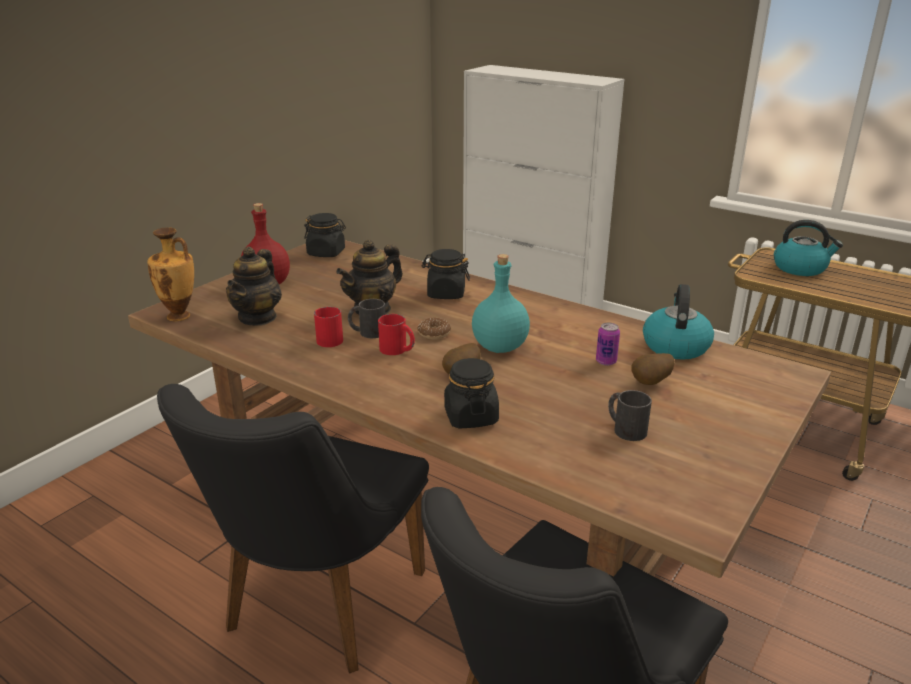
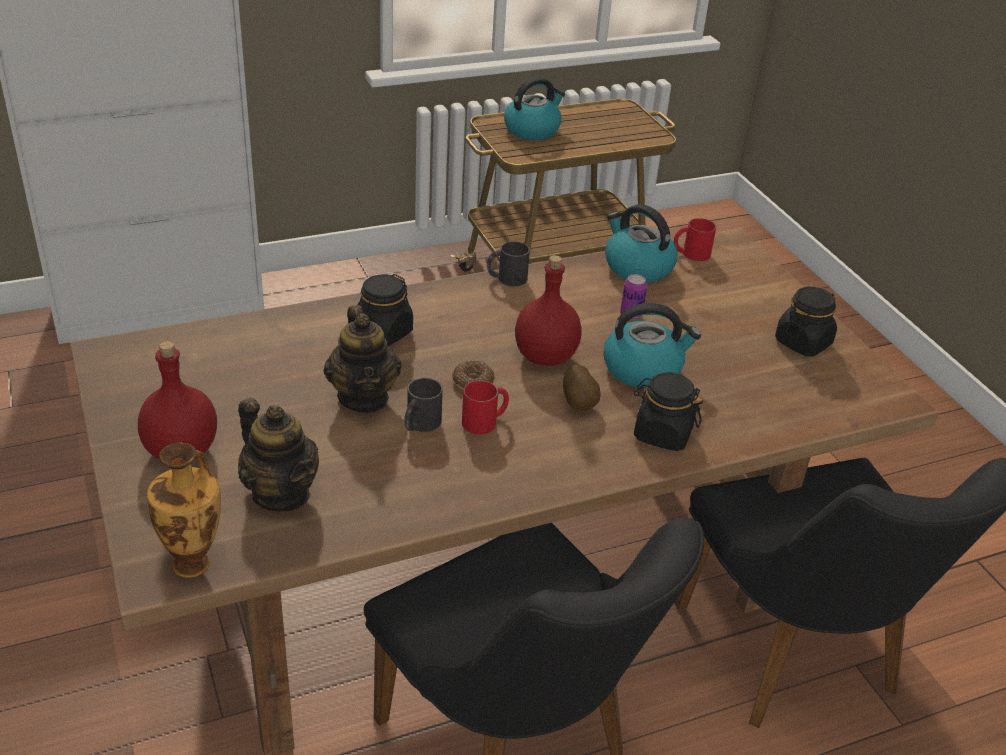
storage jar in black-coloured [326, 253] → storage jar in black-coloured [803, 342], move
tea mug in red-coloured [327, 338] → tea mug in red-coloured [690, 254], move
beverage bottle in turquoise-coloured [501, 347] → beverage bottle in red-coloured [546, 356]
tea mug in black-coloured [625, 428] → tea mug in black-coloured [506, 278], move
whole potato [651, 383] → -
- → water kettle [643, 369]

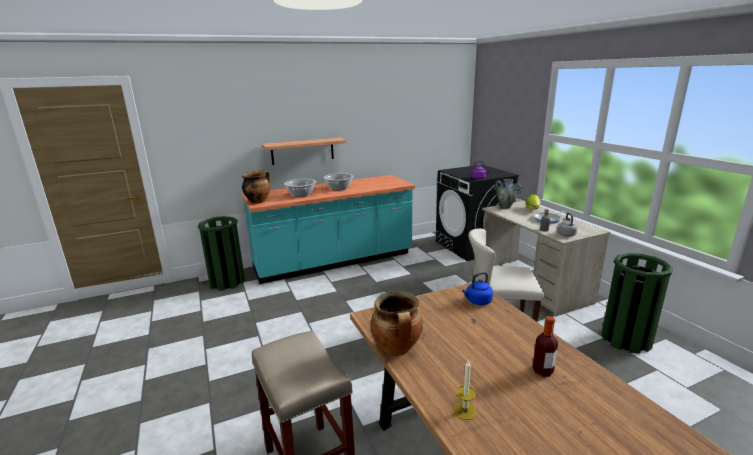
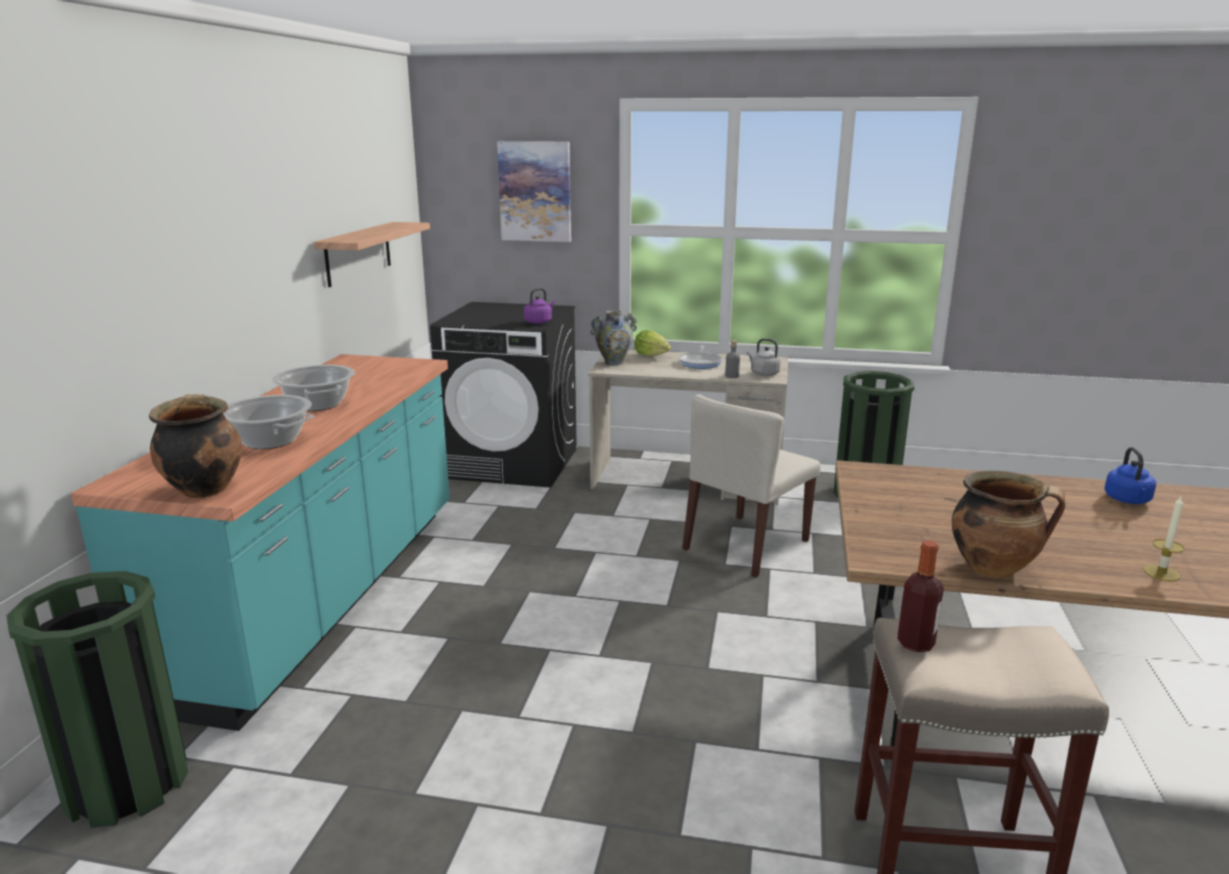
bracket shelf [302, 151] → bracket shelf [358, 253], move
water kettle in blue-coloured [477, 301] → water kettle in blue-coloured [1128, 500], move
beverage bottle [542, 371] → beverage bottle [915, 643], move
- → wall art [535, 191]

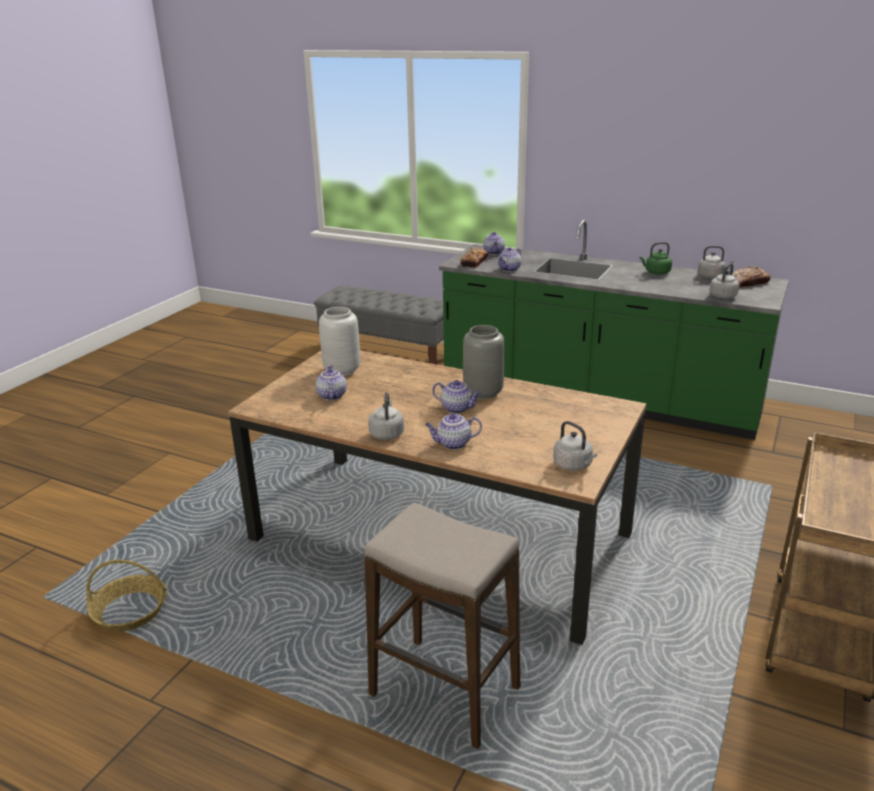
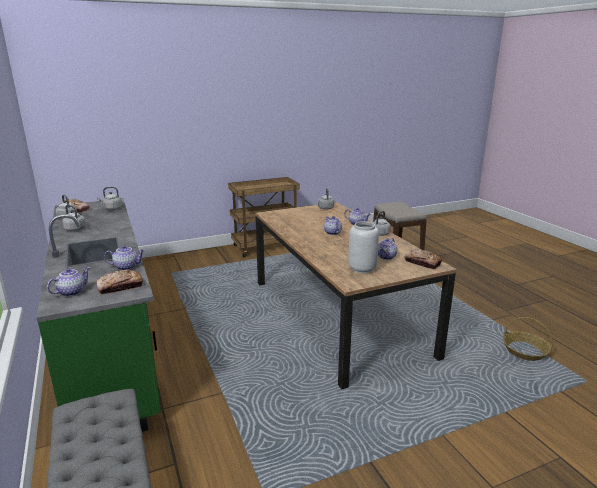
flower vase in greyish [484, 392] → -
water kettle in greenish [656, 272] → water kettle in greyish [76, 229]
- → baked bread [422, 263]

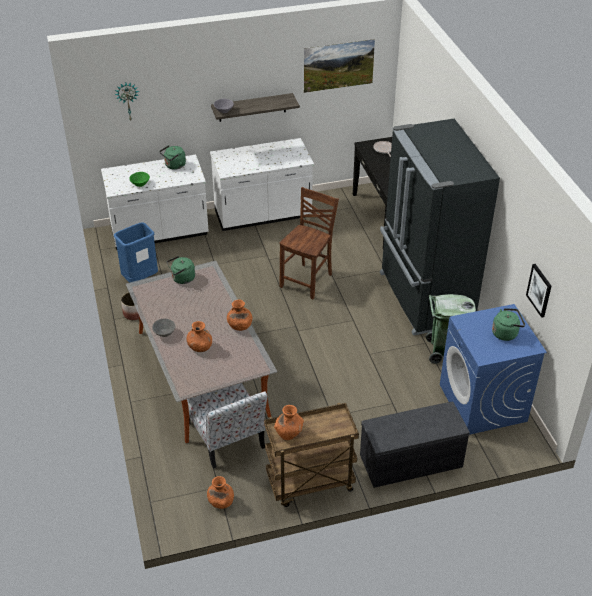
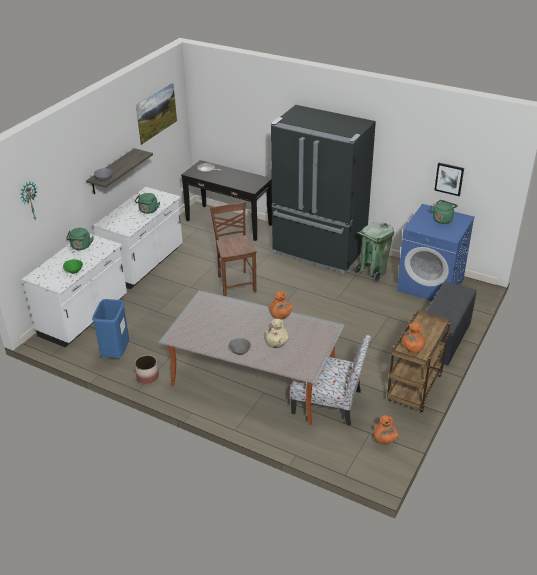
water kettle in greenish [182, 279] → water kettle in greenish [148, 211], move
flower vase in orange-coloured [200, 347] → flower vase in beige-coloured [277, 343]

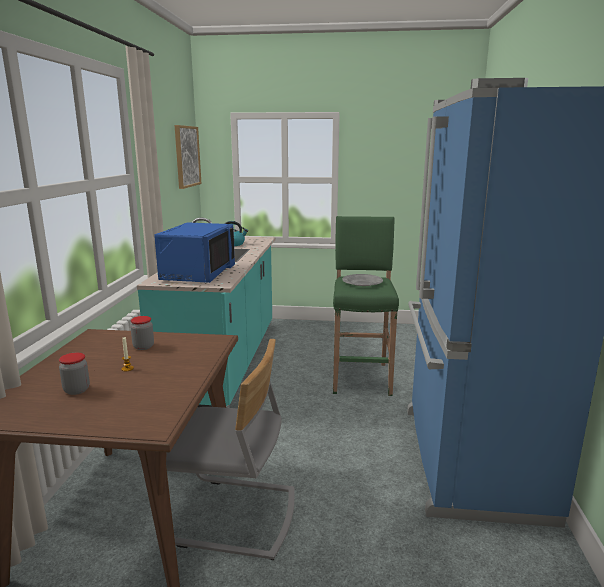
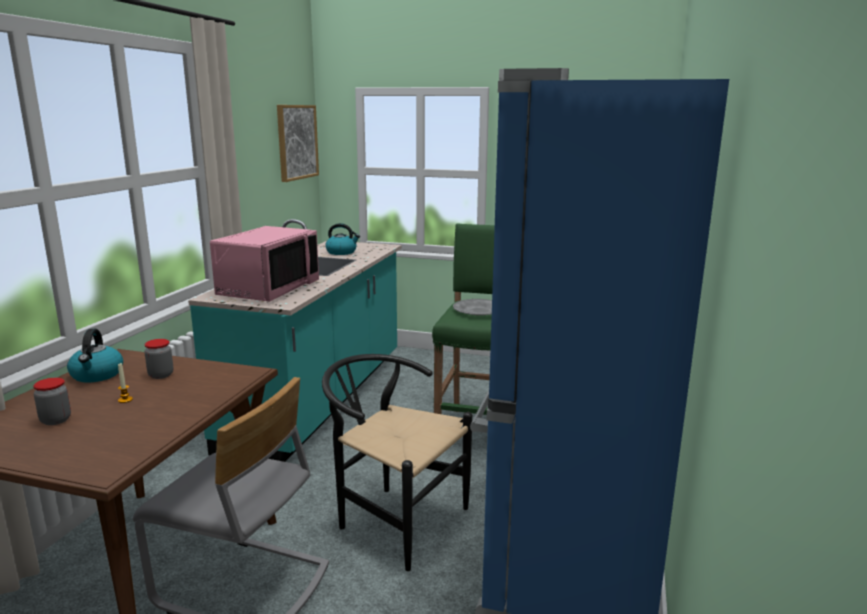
kitchen microwave in blue-coloured [197, 274] → kitchen microwave in pink [268, 289]
- → water kettle [97, 375]
- → plain chair in black-coloured [393, 519]

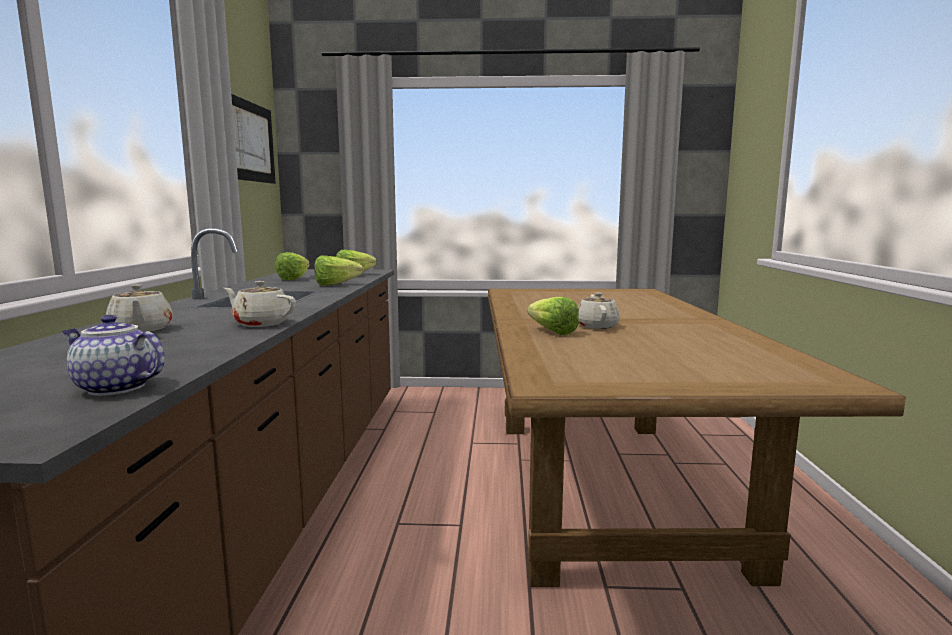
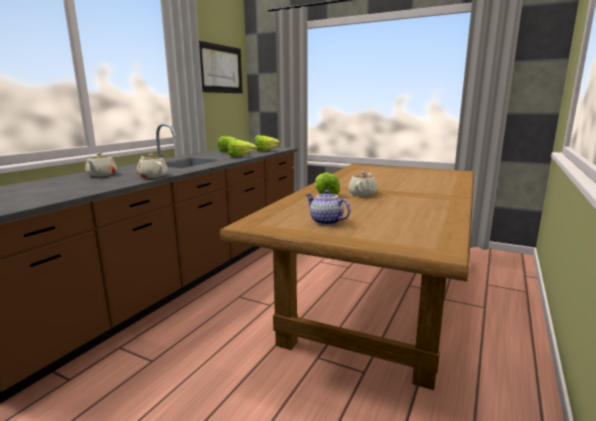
pot for tea [114, 388] → pot for tea [325, 222], move

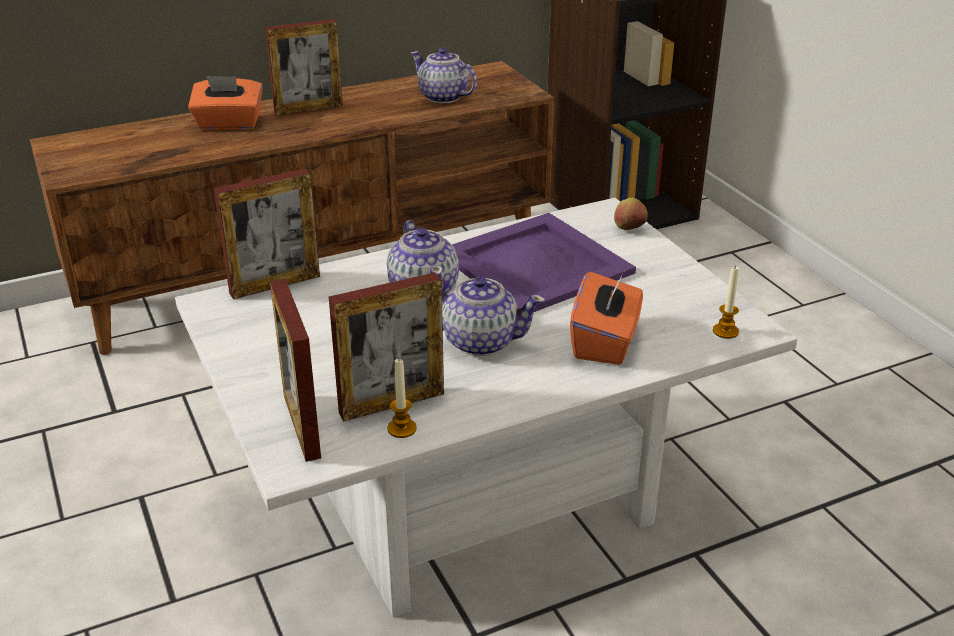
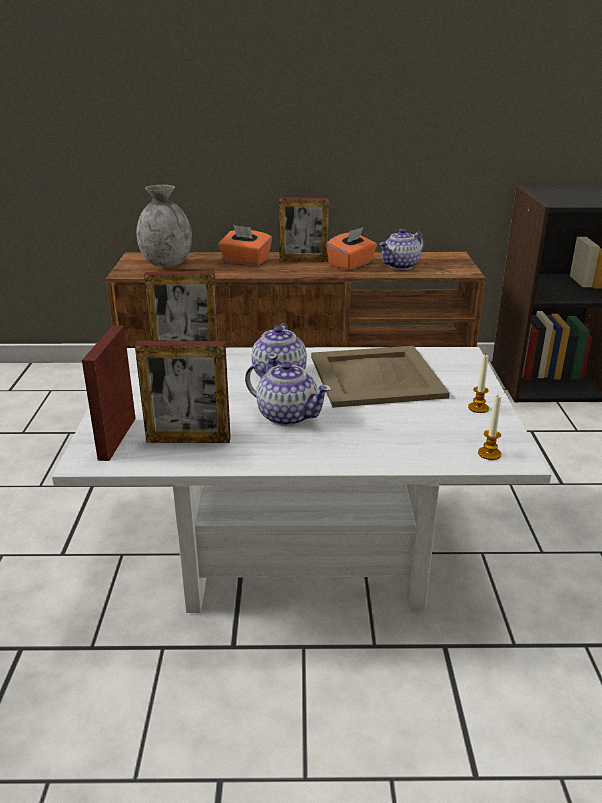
candle [402, 429] → candle [478, 408], move
pot for tea [442, 97] → pot for tea [401, 266], 105 degrees counterclockwise
serving tray in purplish [536, 263] → serving tray in beige-coloured [376, 376]
box of tissues in orange-coloured [605, 342] → box of tissues in orange-coloured [351, 264], move
apple fruit [629, 229] → -
- → flower vase in greyish [167, 263]

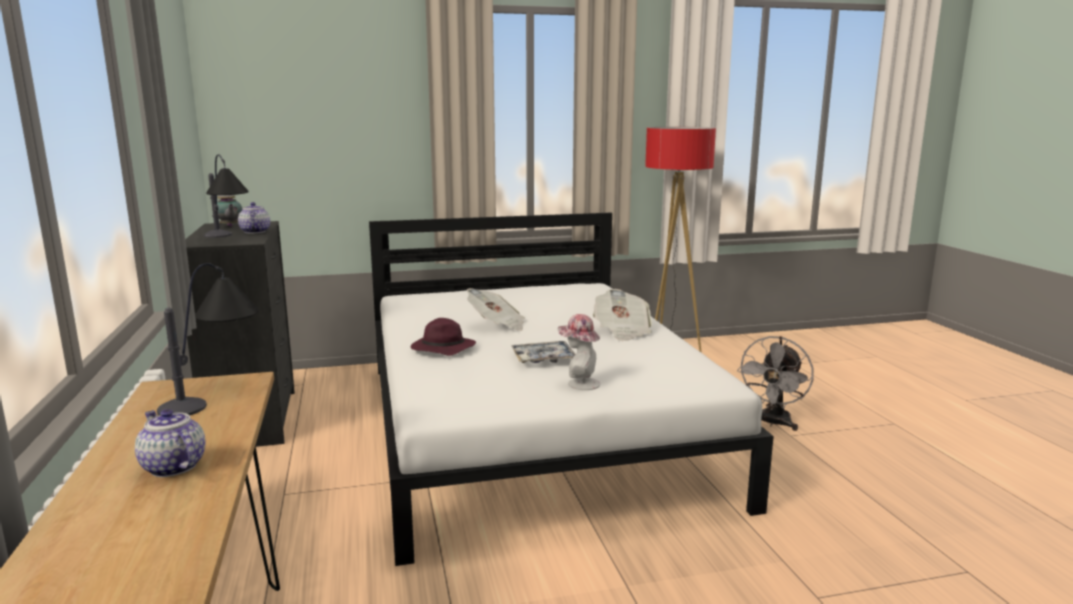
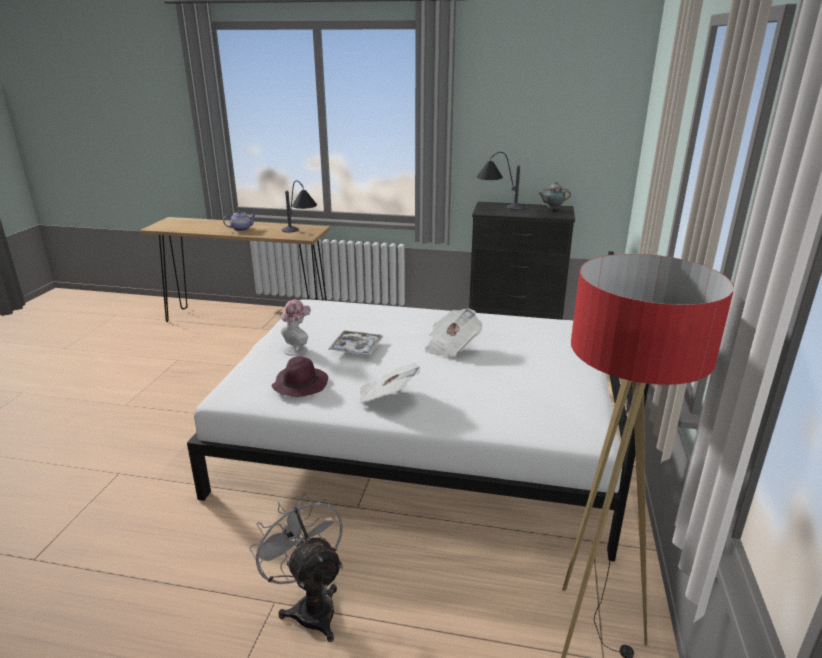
pot for tea [255, 231] → -
wearable hat in purplish [442, 349] → wearable hat in purplish [300, 384], move

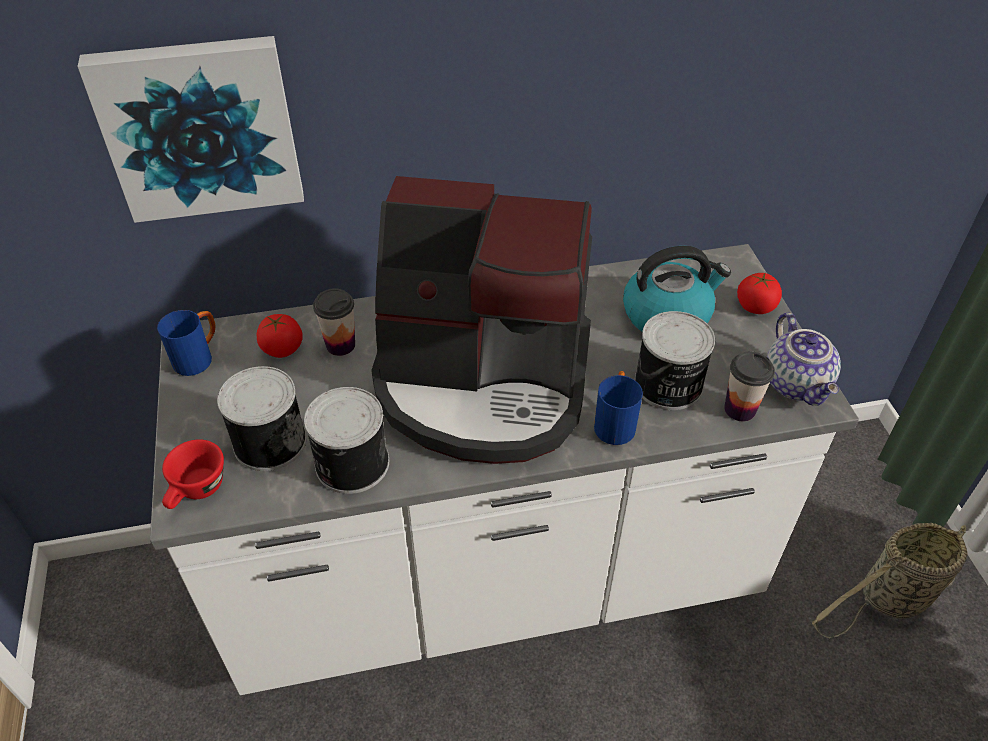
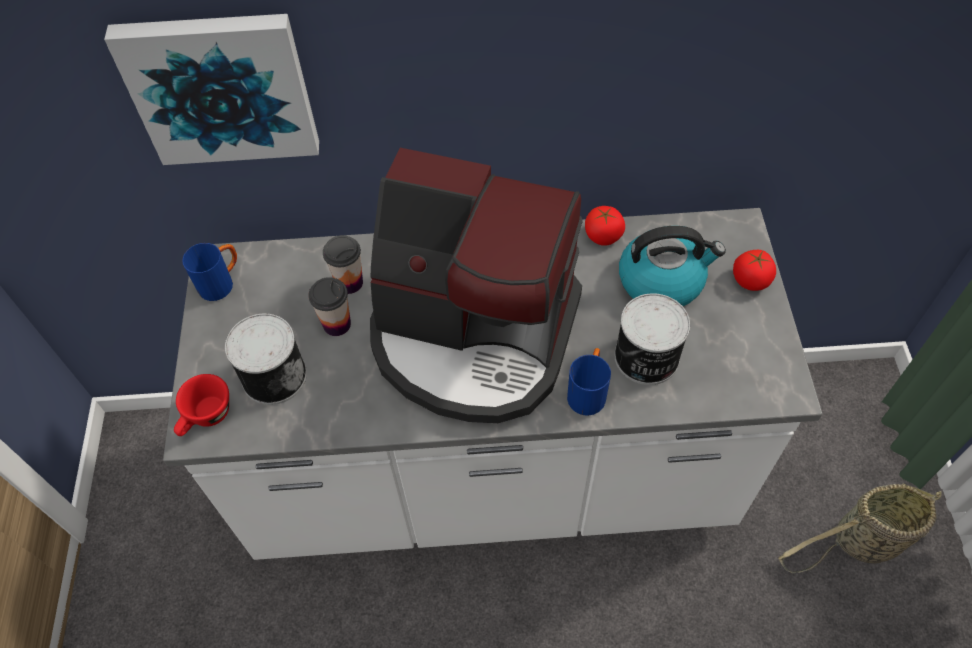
fresh tomato [282, 348] → fresh tomato [603, 235], move
can [350, 464] → -
small cup [740, 409] → small cup [337, 324], move
pot for tea [797, 384] → -

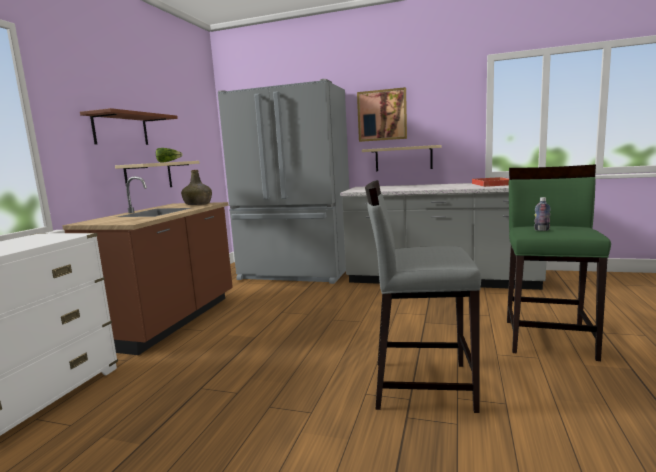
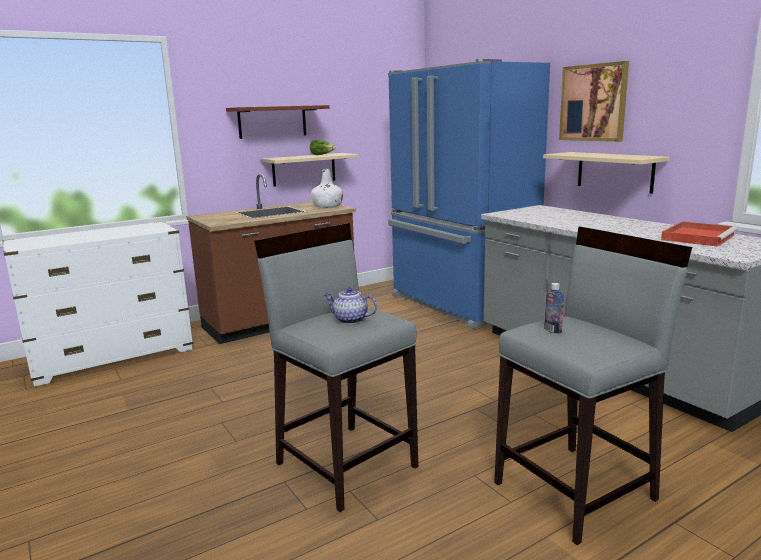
beverage bottle in greenish [198, 204] → beverage bottle in whitish [327, 206]
refrigerator in greyish [296, 273] → refrigerator in blue-coloured [459, 304]
stool in greenish [549, 338] → stool in greyish [576, 491]
- → pot for tea [350, 320]

